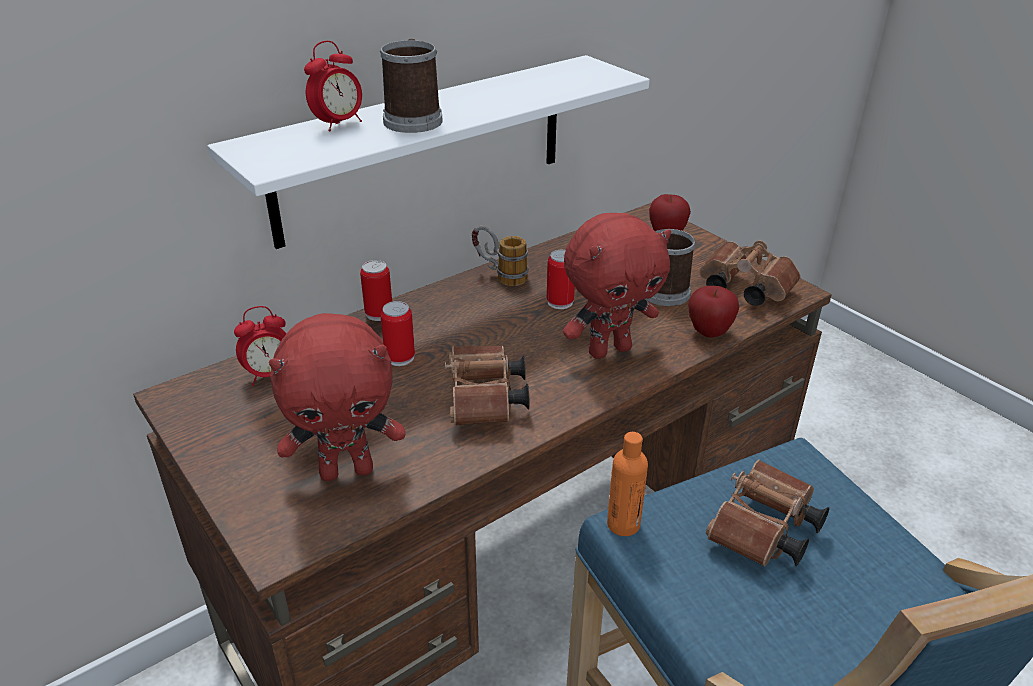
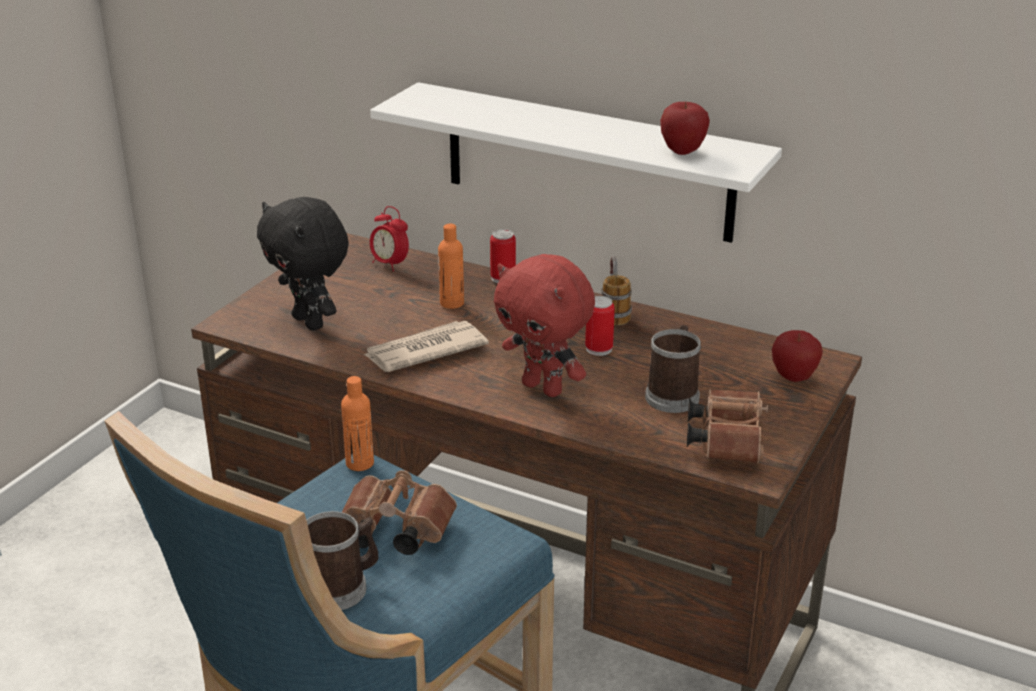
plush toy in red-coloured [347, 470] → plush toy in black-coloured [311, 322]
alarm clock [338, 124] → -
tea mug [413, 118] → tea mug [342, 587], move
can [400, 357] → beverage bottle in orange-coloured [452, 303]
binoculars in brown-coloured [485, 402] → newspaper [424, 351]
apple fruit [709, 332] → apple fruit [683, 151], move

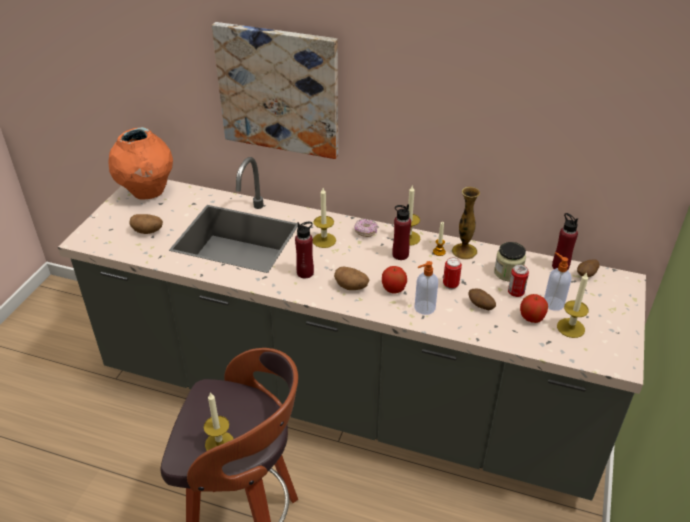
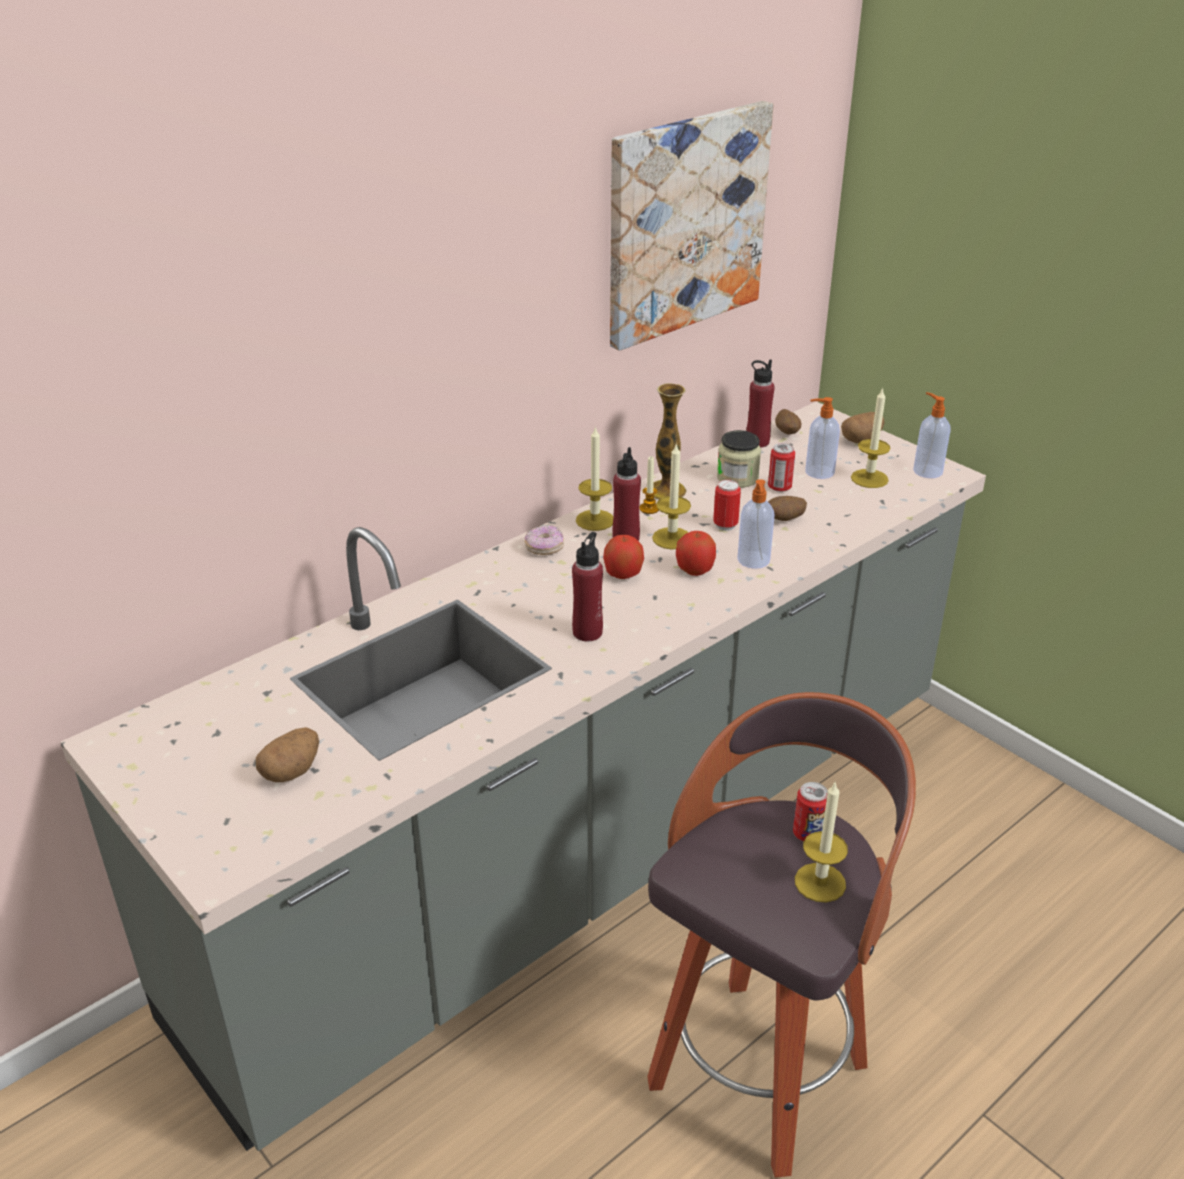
flower vase in orange-coloured [147, 192] → -
wall art [279, 90] → wall art [685, 223], move
candle [324, 240] → candle [672, 538], move
whole potato [351, 287] → whole potato [861, 440], move
apple fruit [531, 318] → apple fruit [623, 574], move
- → can [808, 834]
- → soap bottle [926, 471]

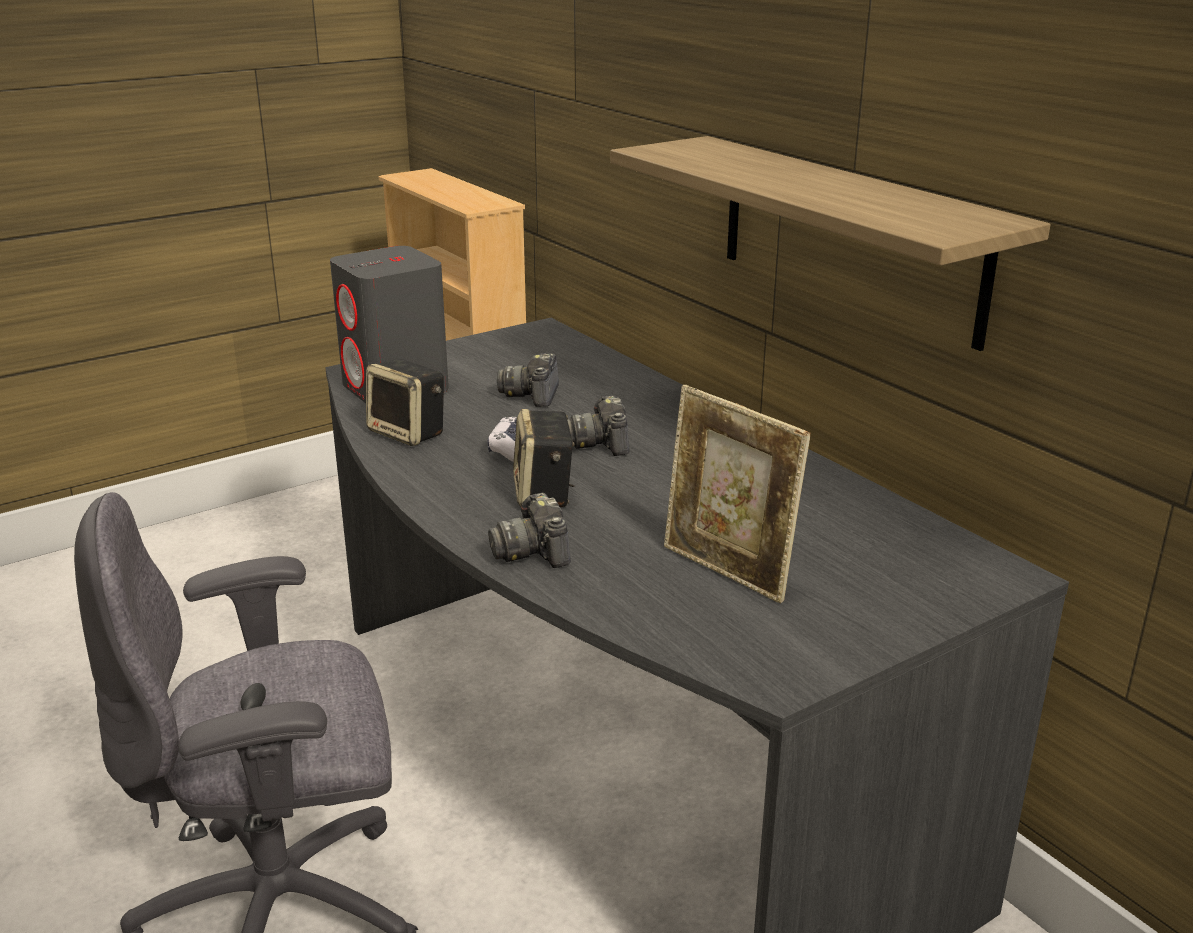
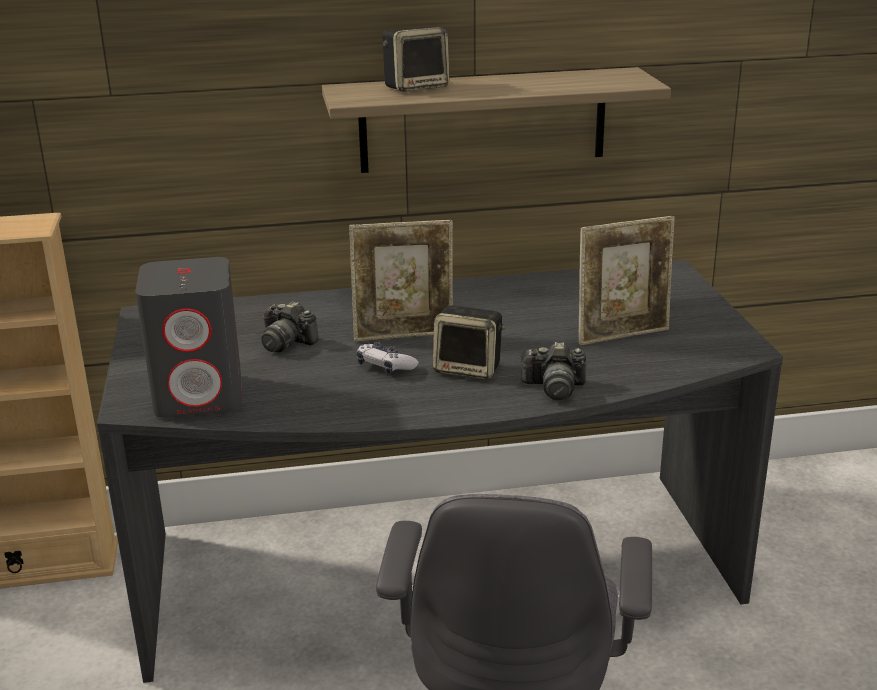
speaker [409, 433] → speaker [416, 87], move
still camera [600, 443] → standing frame [404, 335]

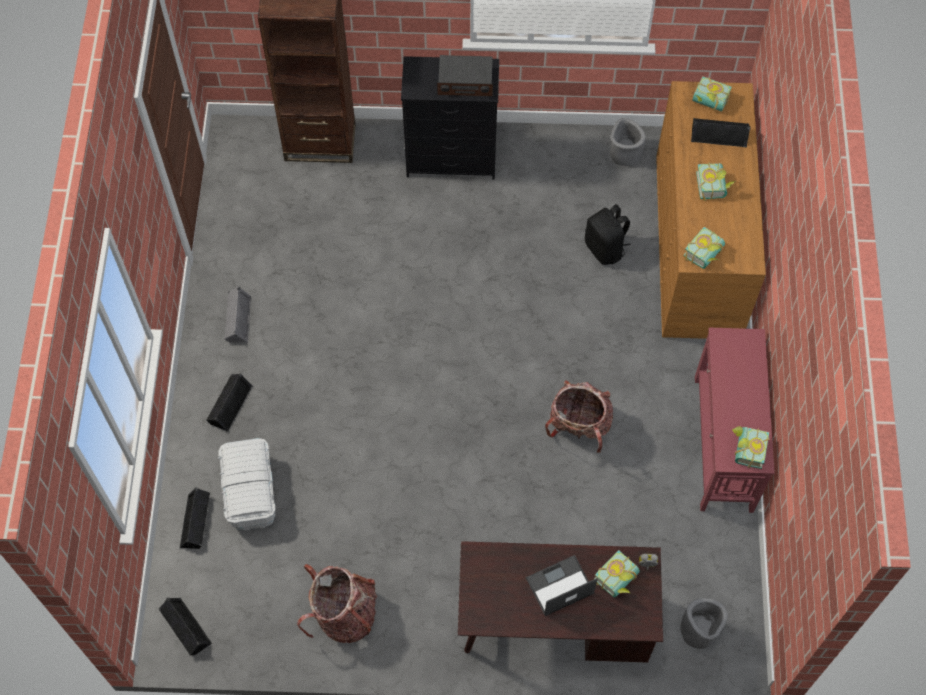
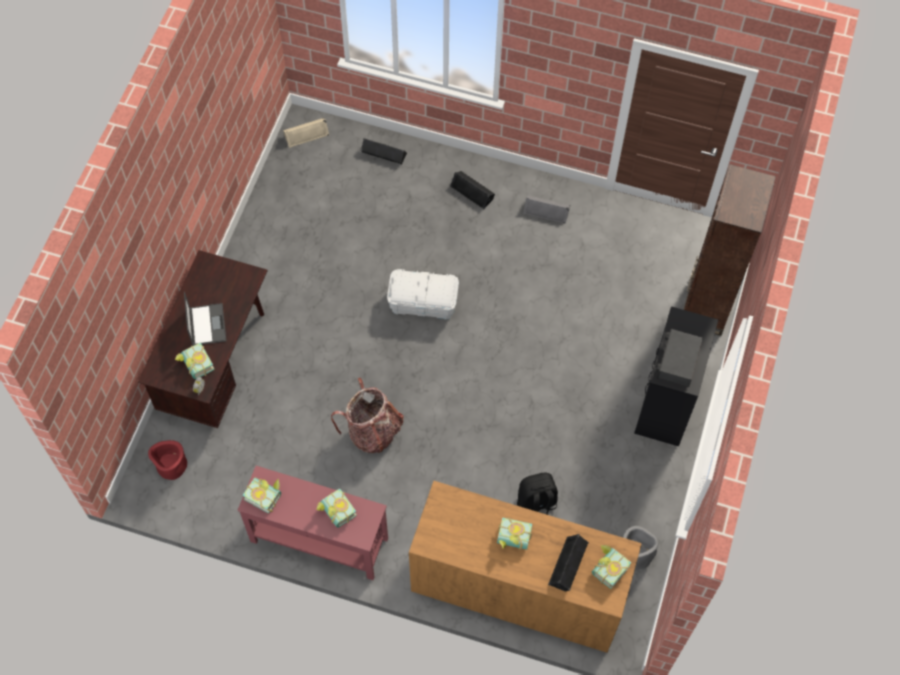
speaker in black-coloured [185, 628] → speaker in beige-coloured [306, 134]
storage container in whitish [250, 492] → storage container in whitish [423, 302], move
knapsack [344, 614] → -
flower pot in greyish [699, 630] → flower pot in red-coloured [171, 466]
bound book [706, 255] → bound book [335, 513], move

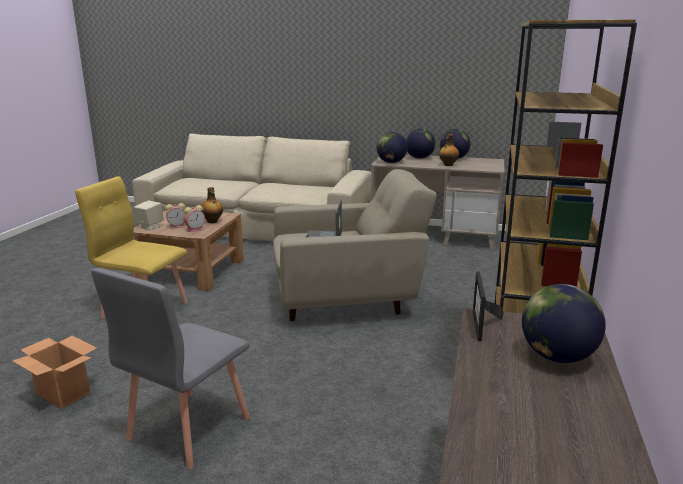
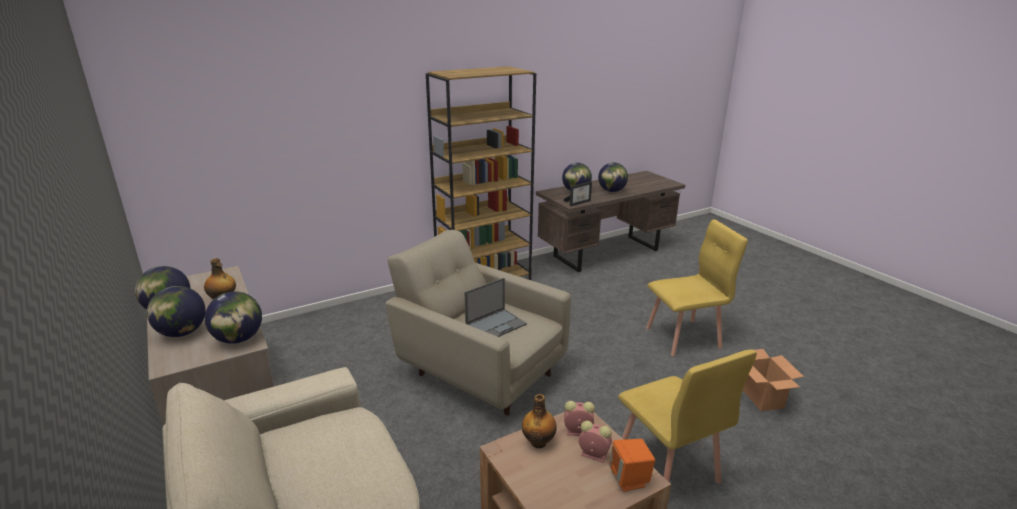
plain chair in greyish [187, 428] → plain chair in yellow-coloured [684, 337]
speaker in beige-coloured [150, 226] → speaker in orange-coloured [629, 479]
- → desk globe [611, 191]

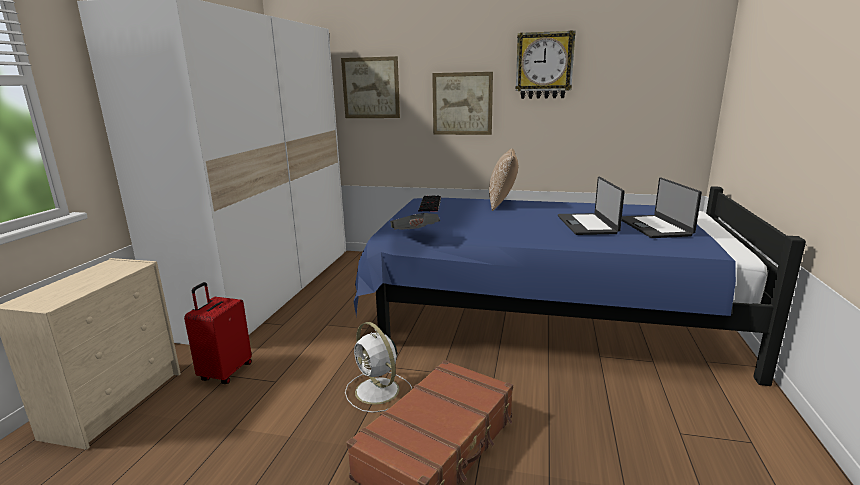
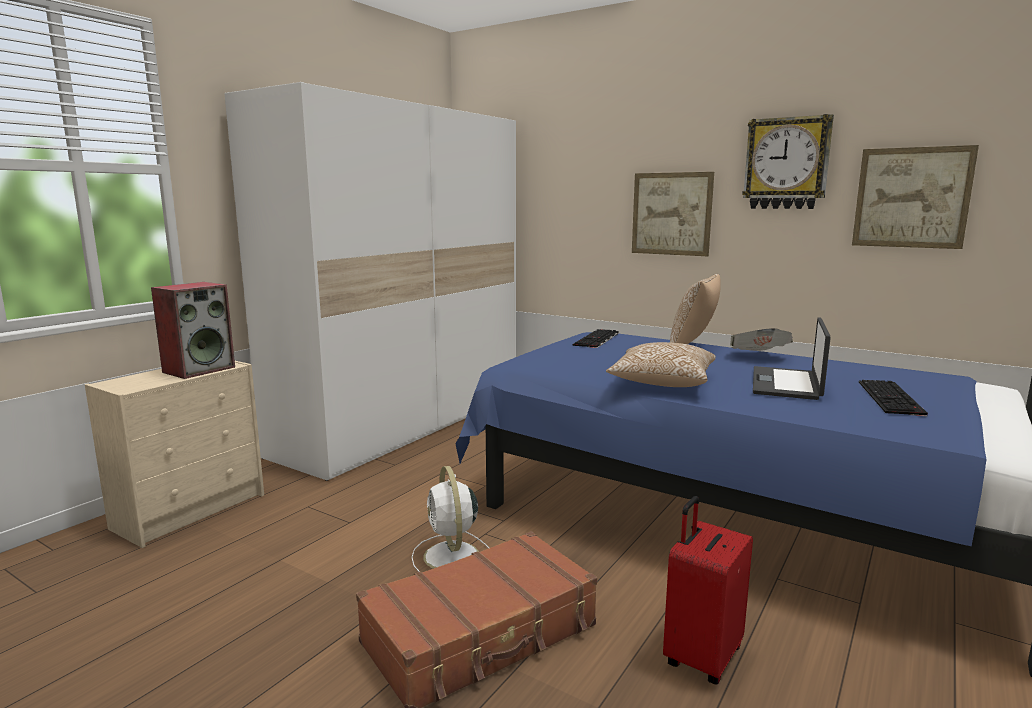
suitcase in red-coloured [225, 372] → suitcase in red-coloured [701, 656], move
wall art [371, 88] → wall art [911, 198], move
newspaper [415, 235] → newspaper [759, 357], move
laptop [655, 227] → computer keyboard [892, 398]
- → speaker [199, 369]
- → throw pillow [662, 382]

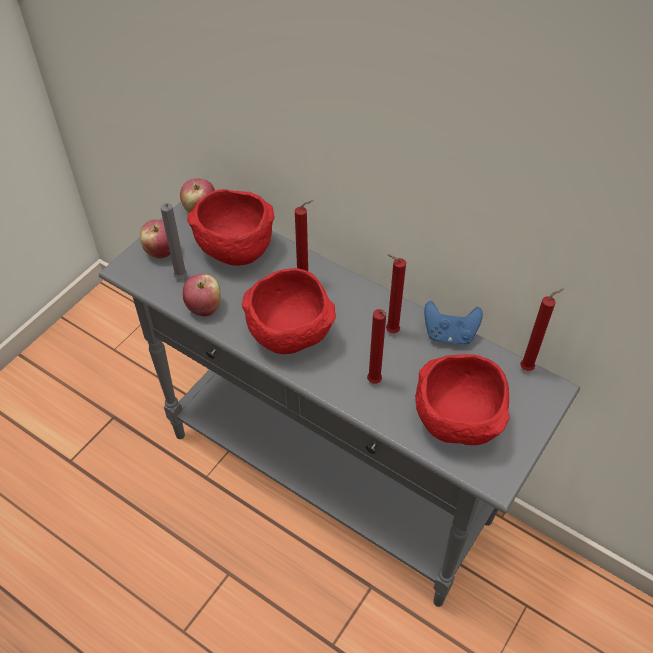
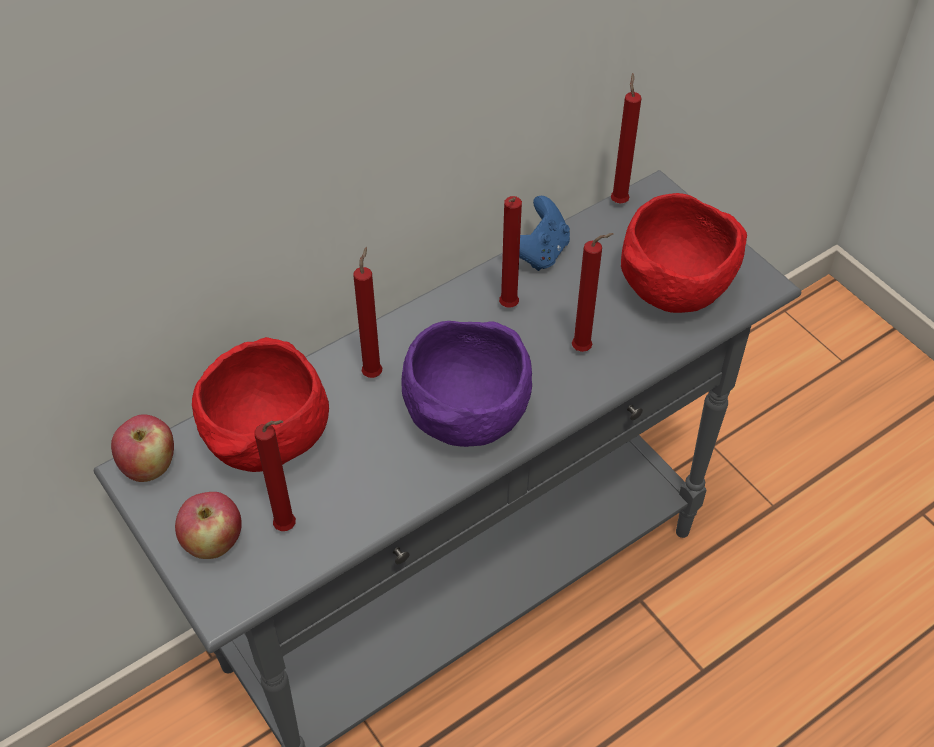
candle in greyish [181, 279] → candle in red-coloured [289, 527]
apple fruit [204, 308] → -
deep dish in red-coloured [292, 335] → deep dish in purplish [467, 415]

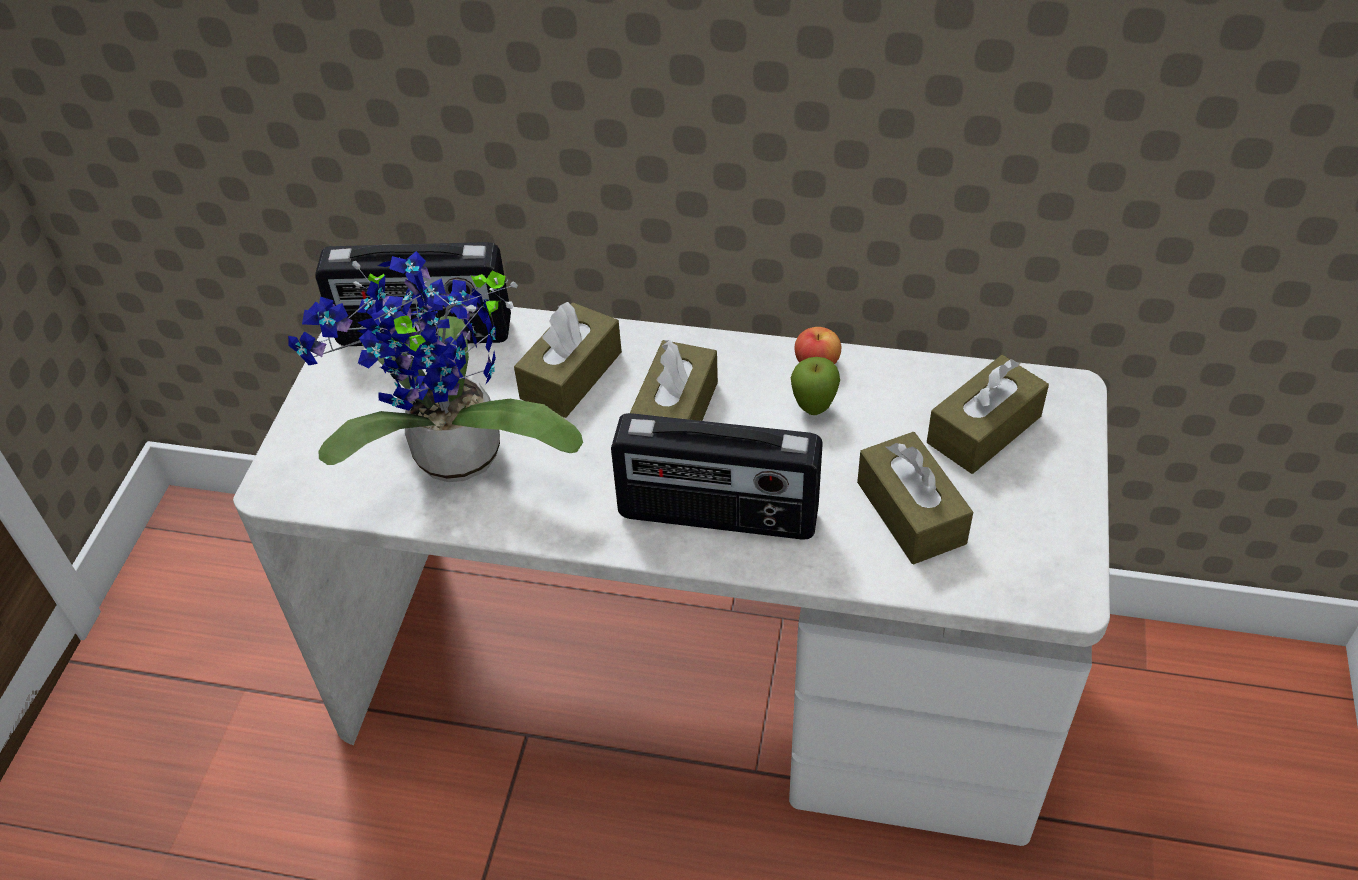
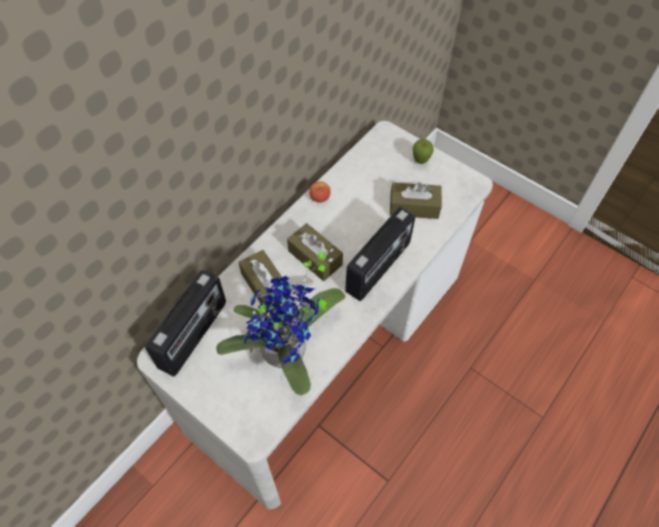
apple fruit [813, 409] → apple fruit [420, 161], move
box of tissues in brown-coloured [984, 429] → -

